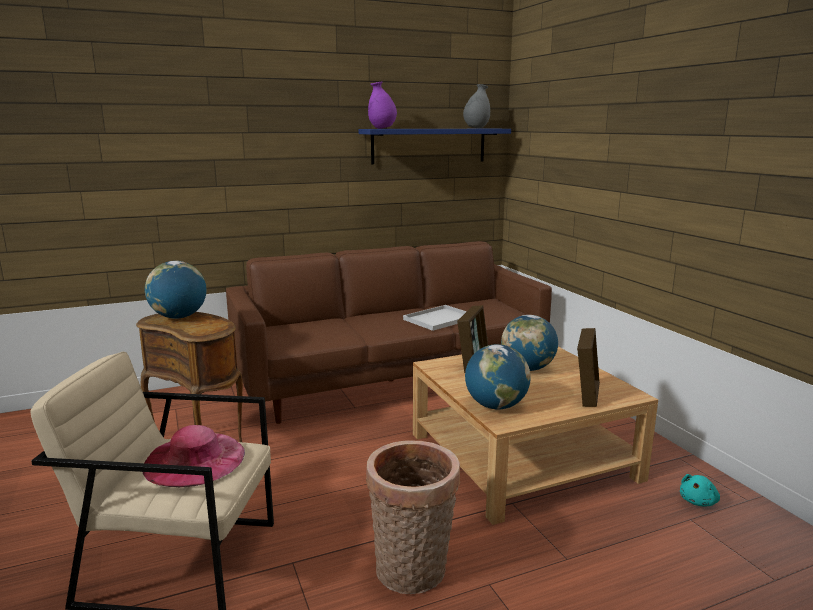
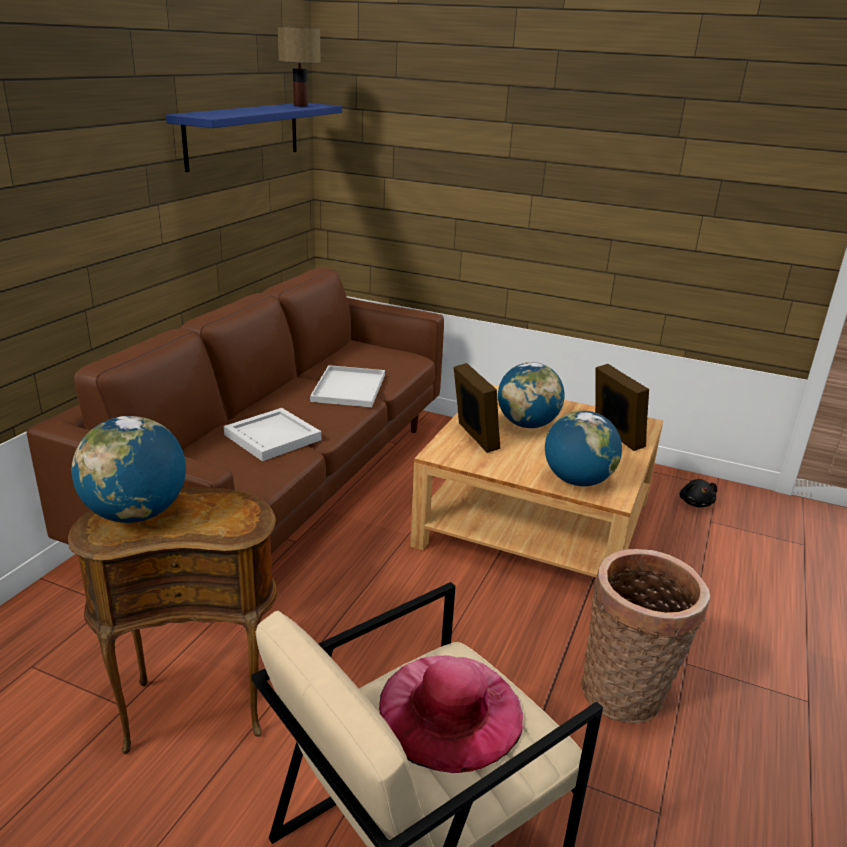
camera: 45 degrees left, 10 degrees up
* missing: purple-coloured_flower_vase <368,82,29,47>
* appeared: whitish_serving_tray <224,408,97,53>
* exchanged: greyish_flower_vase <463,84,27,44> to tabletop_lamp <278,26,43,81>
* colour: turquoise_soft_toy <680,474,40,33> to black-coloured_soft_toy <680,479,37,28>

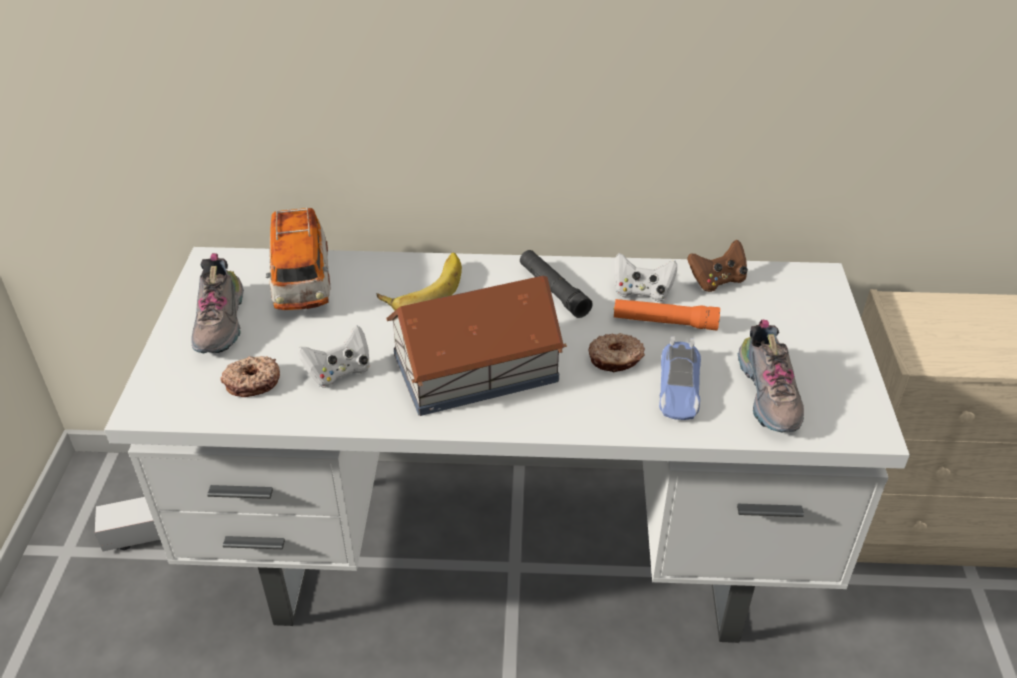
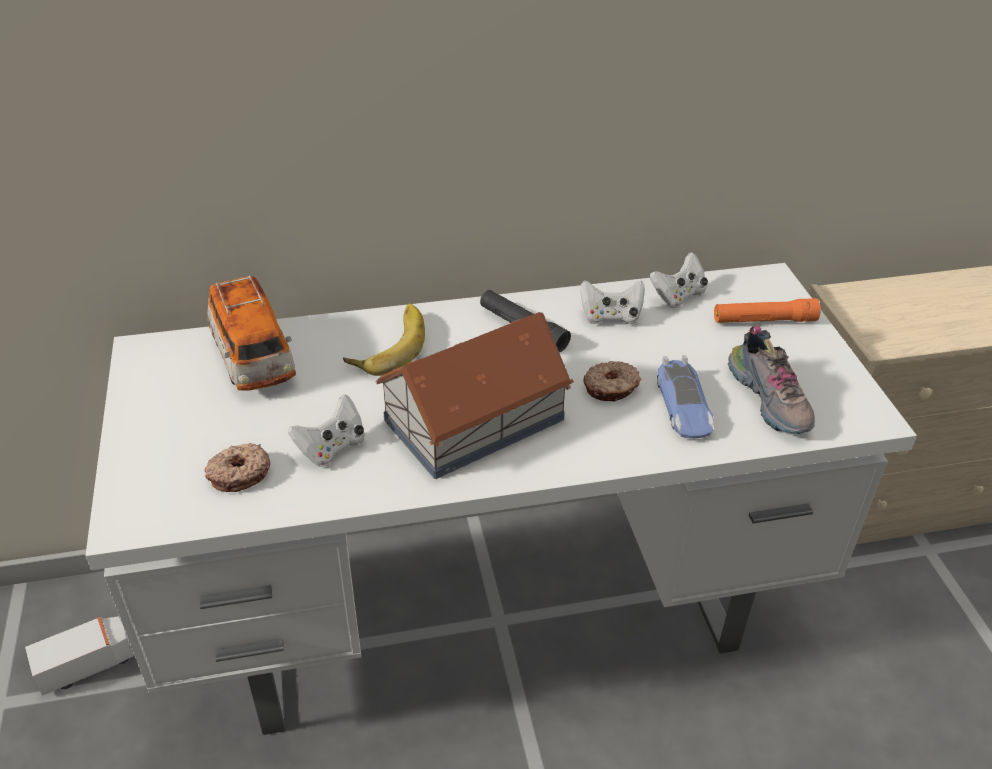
camera: 15 degrees left, 0 degrees up
* missing: item_of_footwear <191,253,53,100>
* relocated: orange-coloured_hand_torch <614,299,106,31> to <714,298,107,25>
* colour: brownish_gamepad <687,240,61,52> to whitish_gamepad <649,252,59,56>

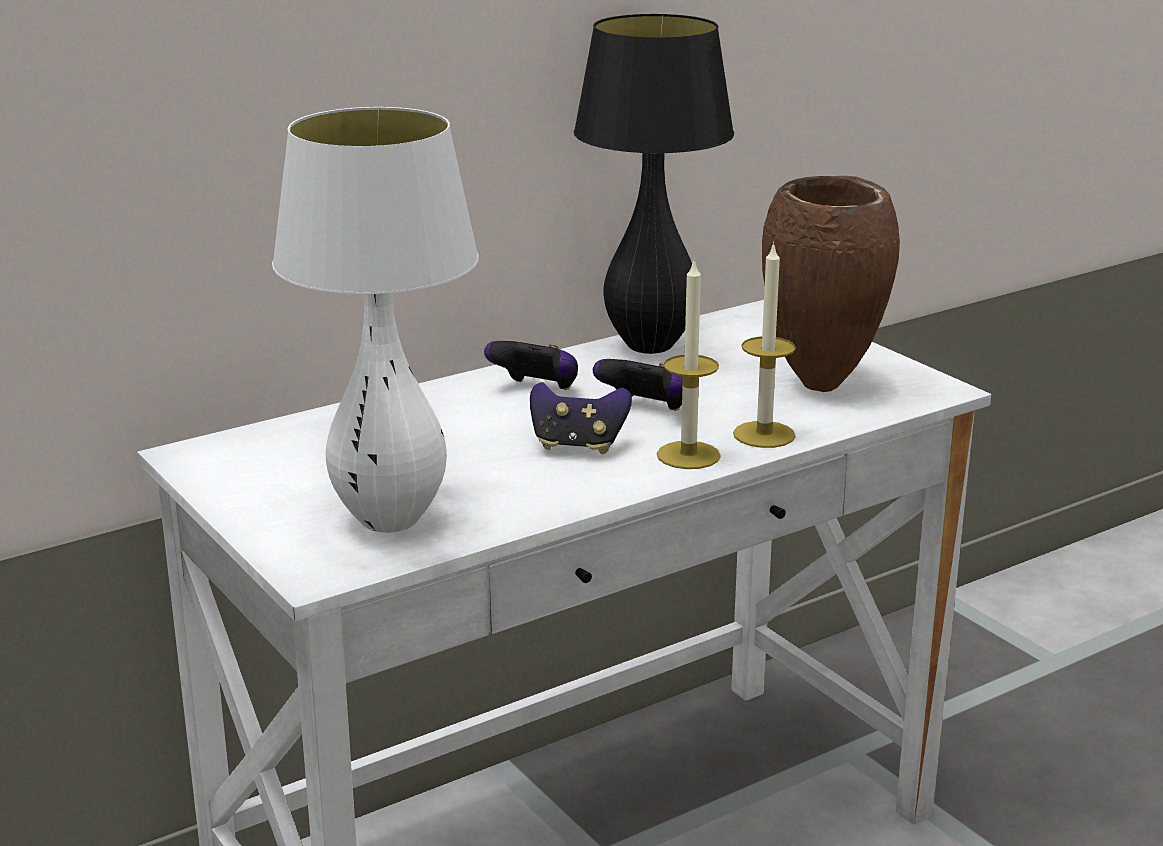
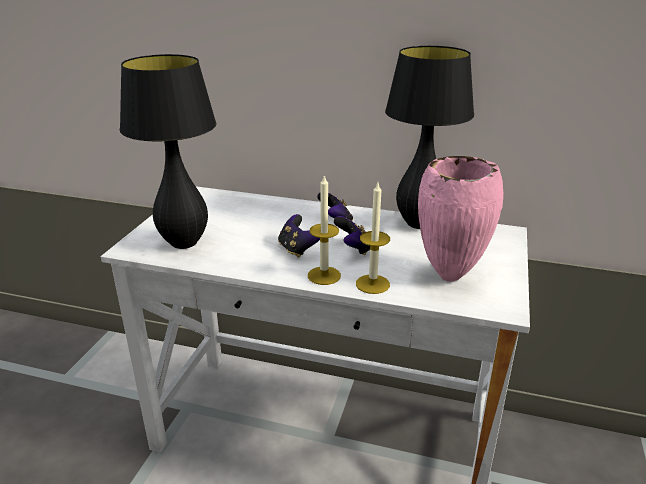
camera: 50 degrees right, 5 degrees up
* colour: whitish_tabletop_lamp <272,107,207,426> to black-coloured_tabletop_lamp <120,54,96,195>
* colour: brownish_flower_vase <762,176,138,216> to pinkish_flower_vase <418,156,86,126>

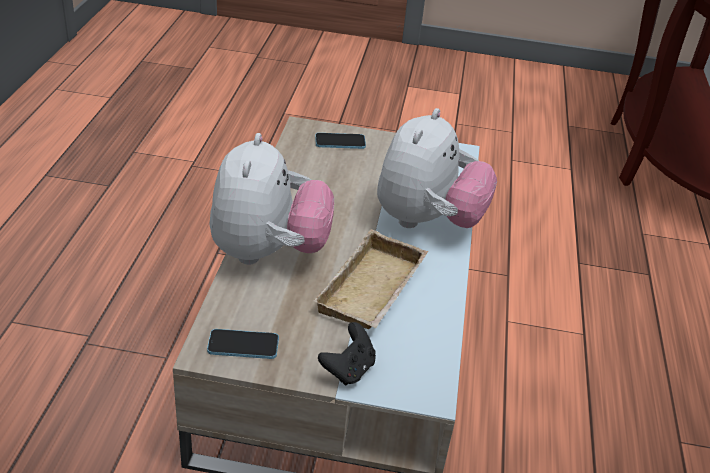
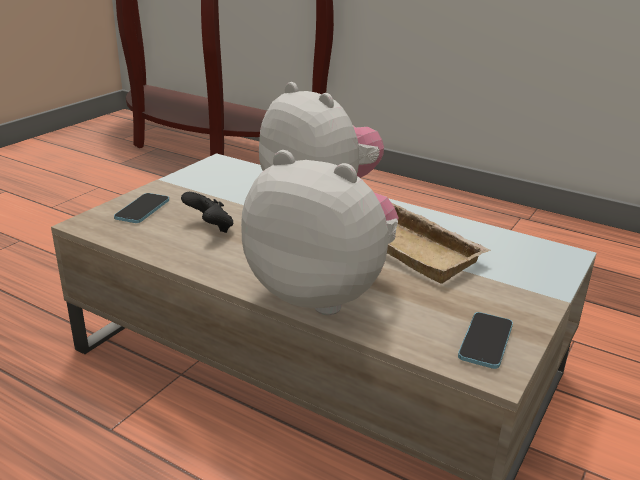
camera: 65 degrees left, 10 degrees down
* relocated: black-coloured_gamepad <318,322,58,63> to <181,192,53,41>

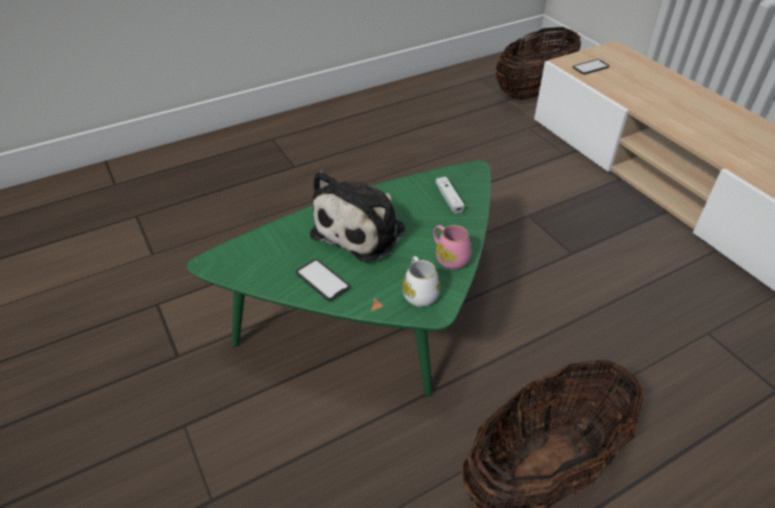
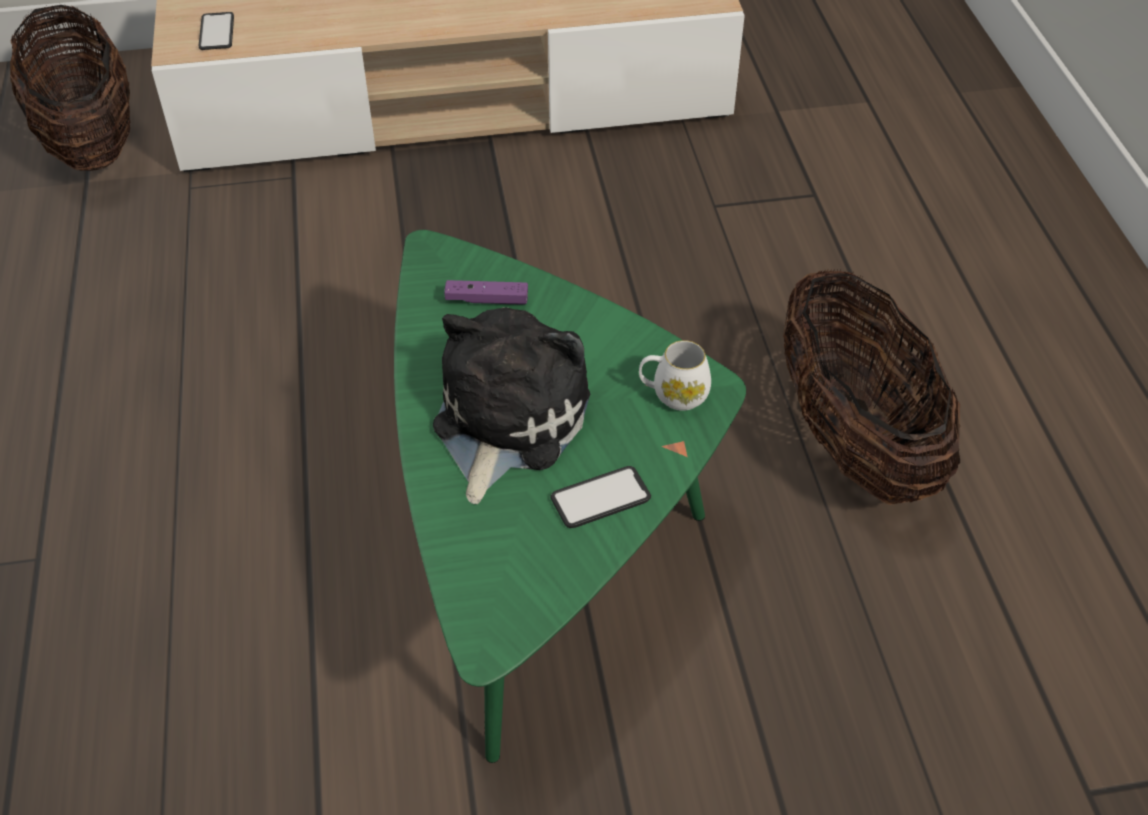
camera: 70 degrees left, 5 degrees up
* missing: pinkish_tea_mug <433,225,39,45>
* colour: whitish_gamepad <436,177,29,37> to purple-coloured_gamepad <444,280,84,25>
* spun: soft_toy <310,171,95,91> = <433,307,157,197> 120 degrees counterclockwise

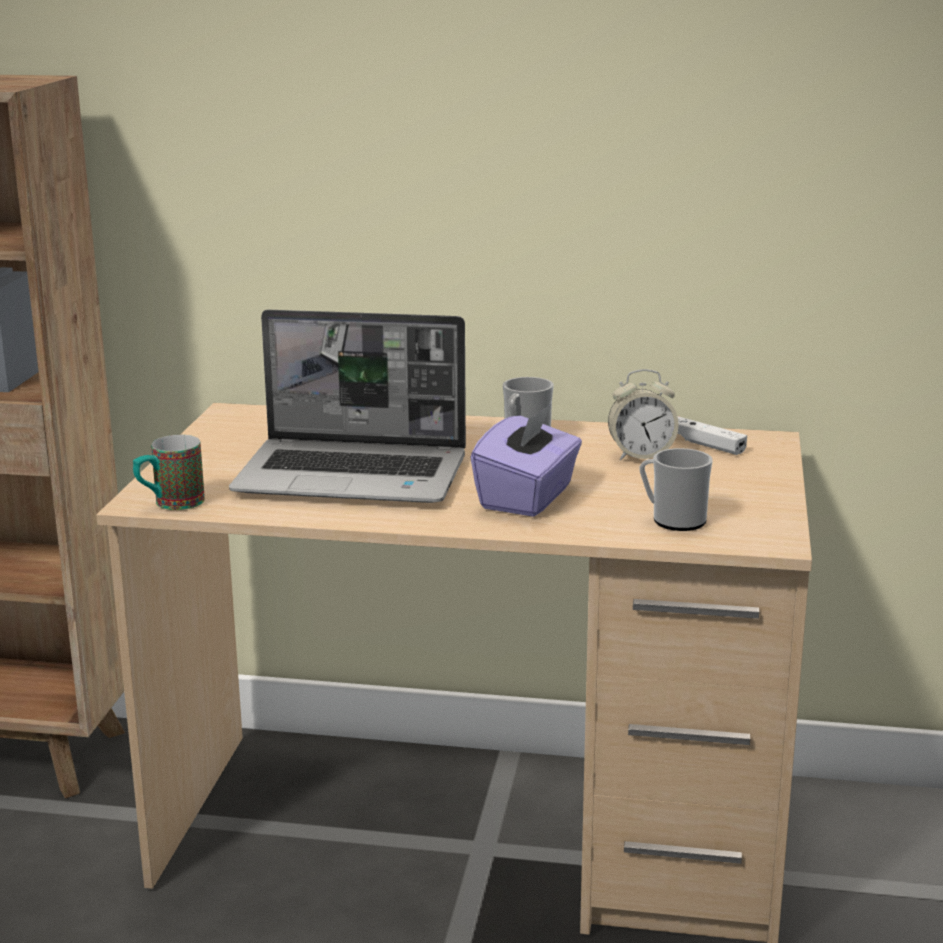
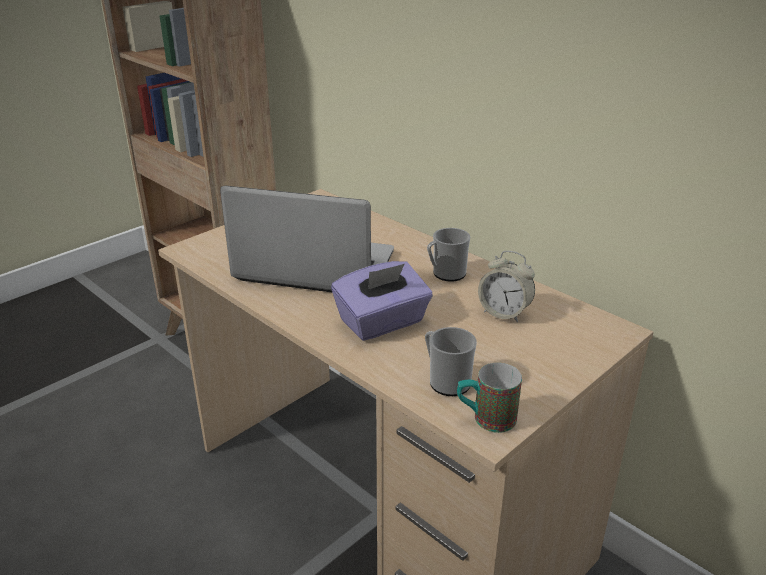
camera: 35 degrees right, 10 degrees up
* missing: whitish_gamepad <677,416,70,39>
* relocated: tea_mug <133,435,72,75> to <457,363,65,70>
* spun: laptop <229,310,237,193> = <220,185,174,107> 150 degrees clockwise

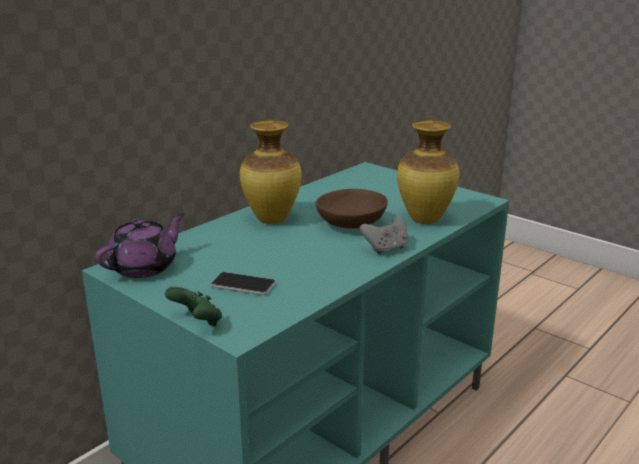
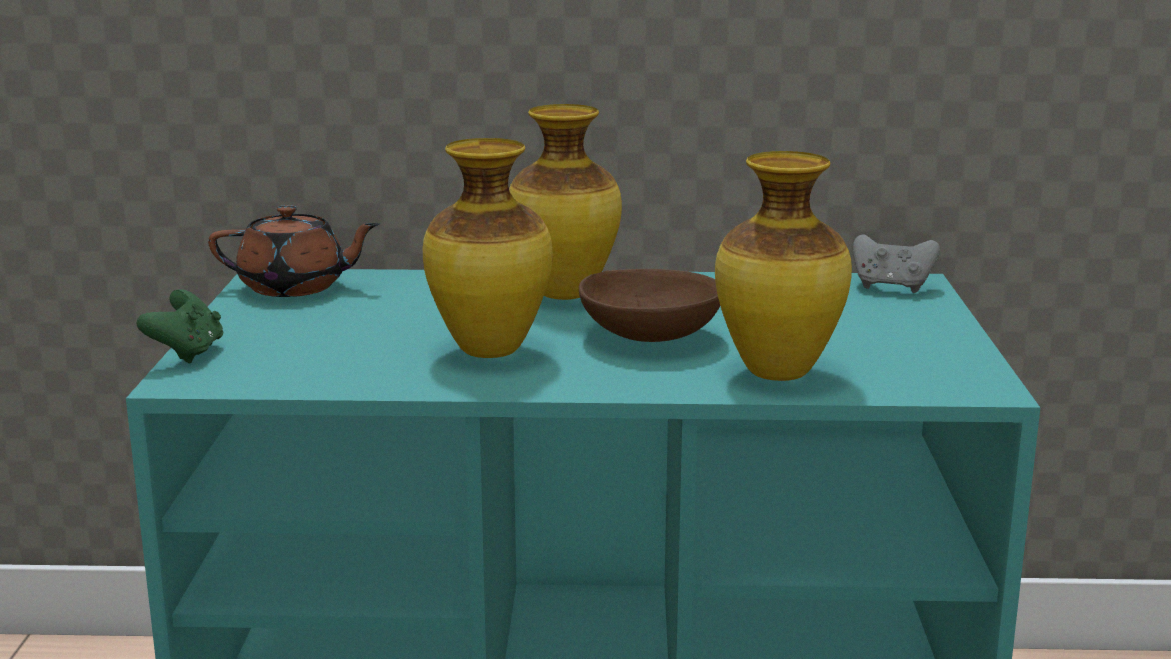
camera: 50 degrees right, 5 degrees down
* missing: phone <211,272,64,23>
* appeared: flower_vase <423,138,130,220>
* relocated: greyish_gamepad <360,216,48,39> to <853,234,87,59>
* colour: purple-coloured_tea_pot <95,213,89,65> to brownish_tea_pot <208,205,172,92>

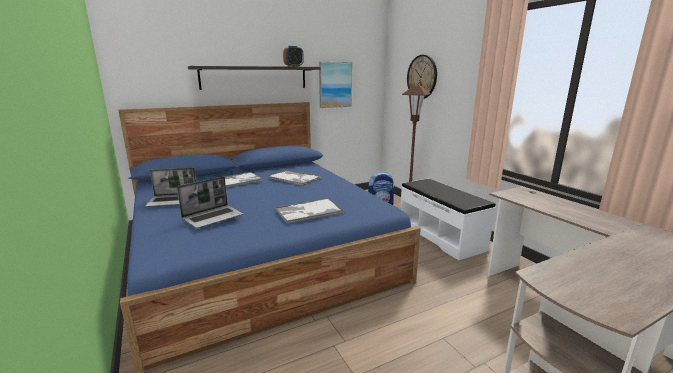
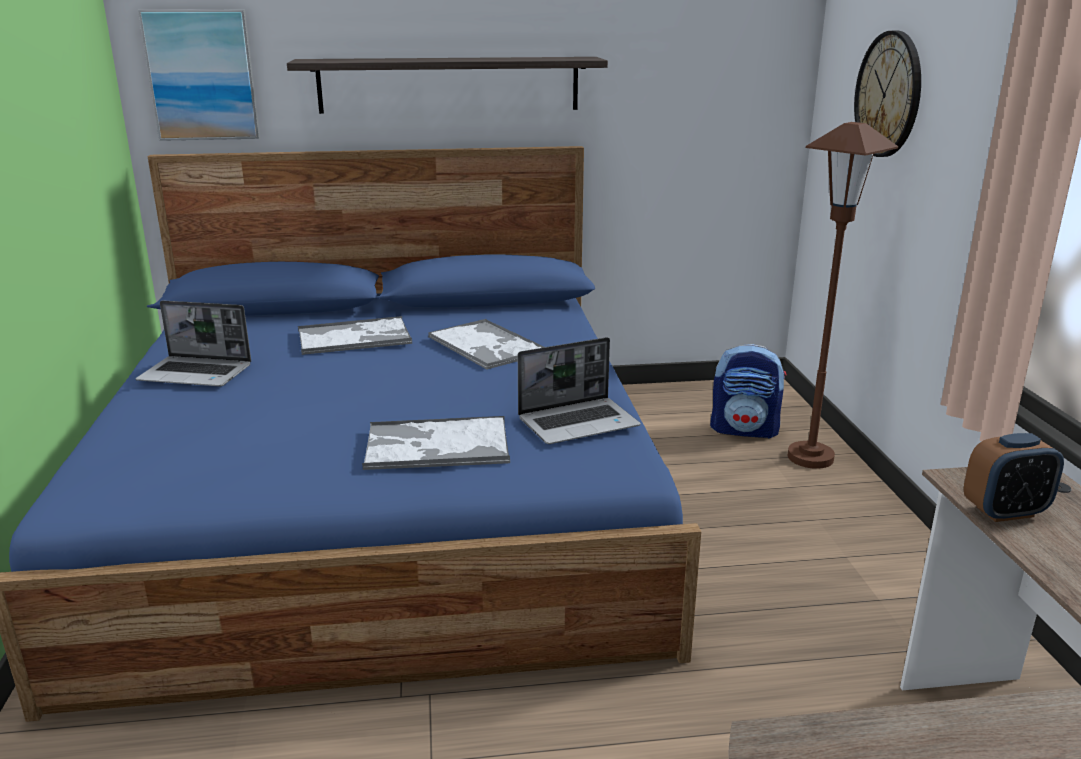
camera: 20 degrees right, 5 degrees up
* missing: whitish_bench <400,179,96,81>
* relocated: laptop <177,176,66,52> to <518,337,122,107>
* relocated: table_clock <283,46,21,21> to <964,433,100,89>
* relocated: wall_art <319,62,33,46> to <138,10,122,131>

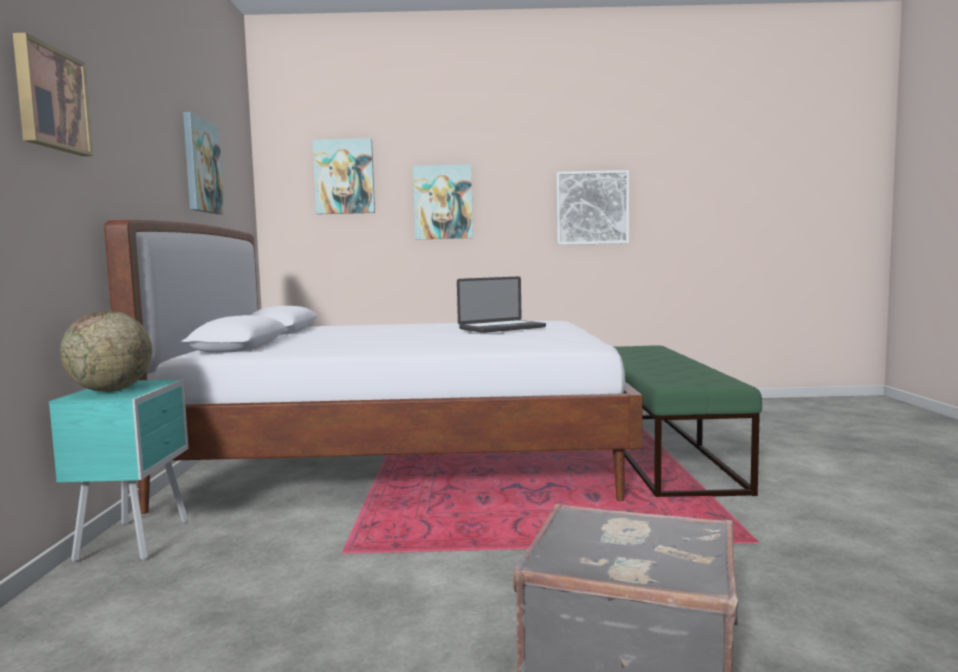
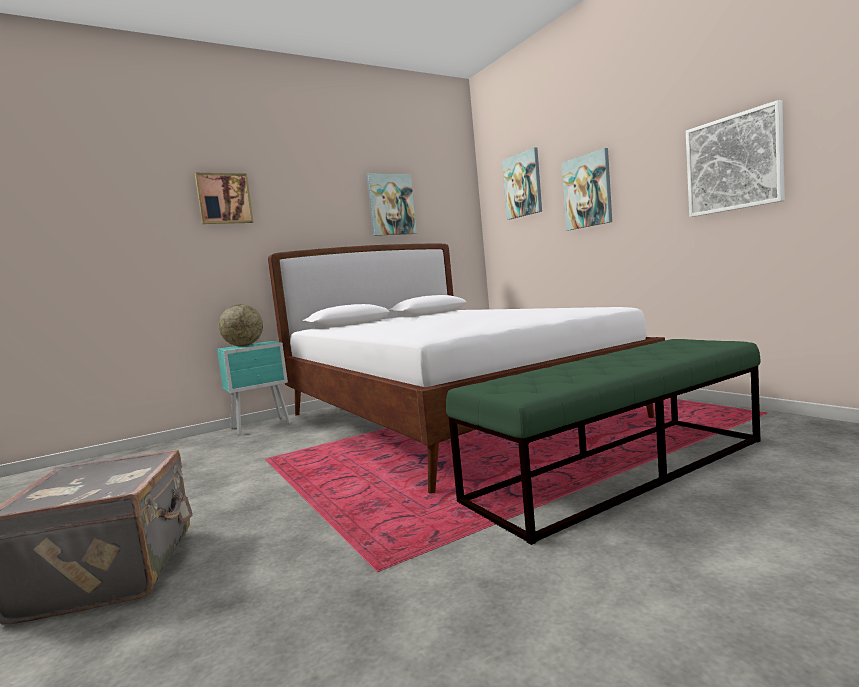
camera: 60 degrees right, 0 degrees up
* missing: laptop <457,276,89,57>

